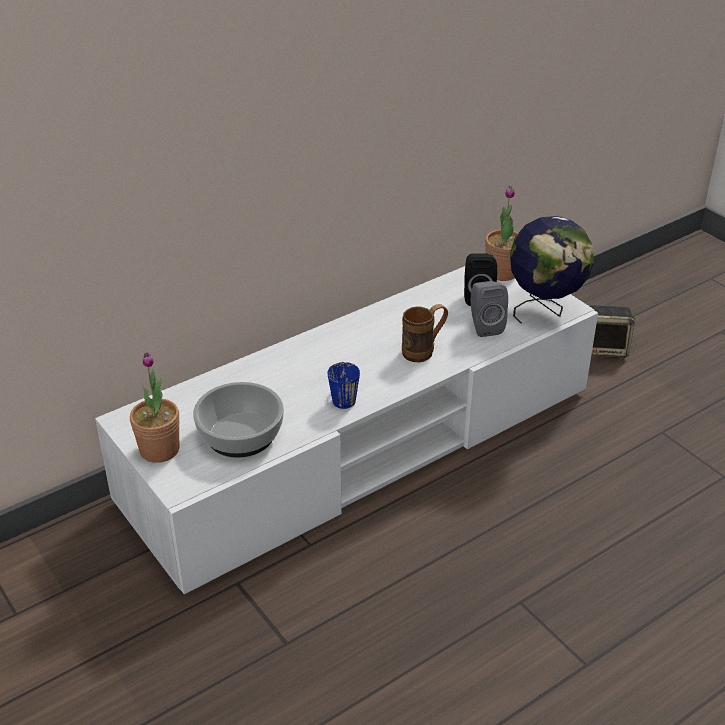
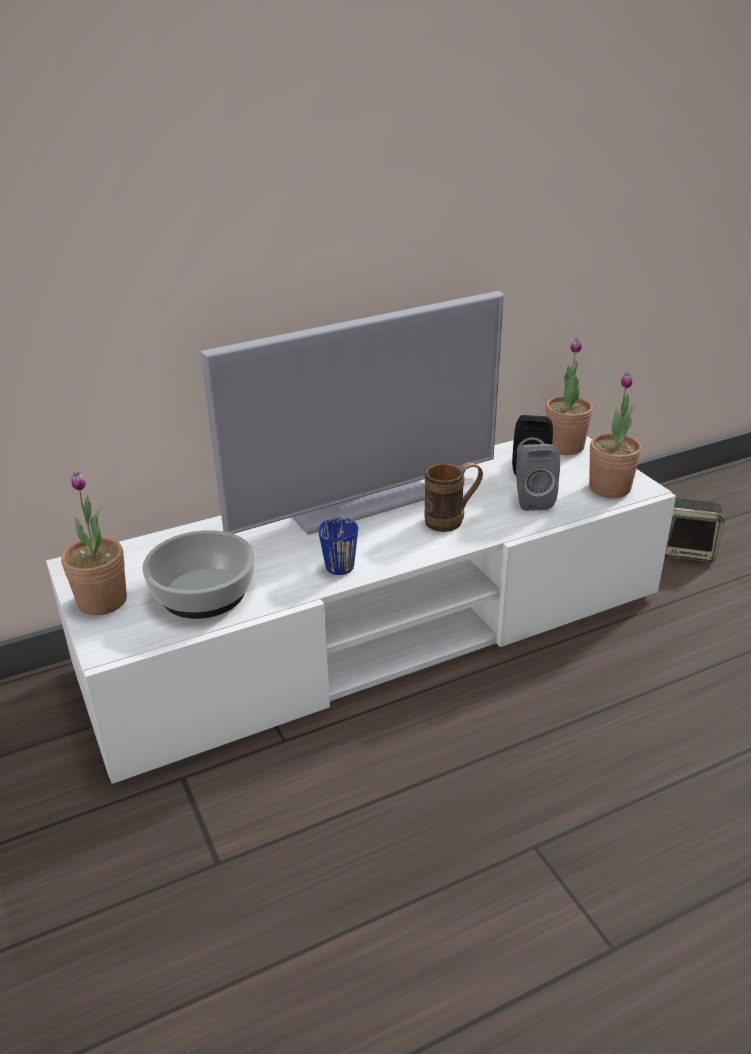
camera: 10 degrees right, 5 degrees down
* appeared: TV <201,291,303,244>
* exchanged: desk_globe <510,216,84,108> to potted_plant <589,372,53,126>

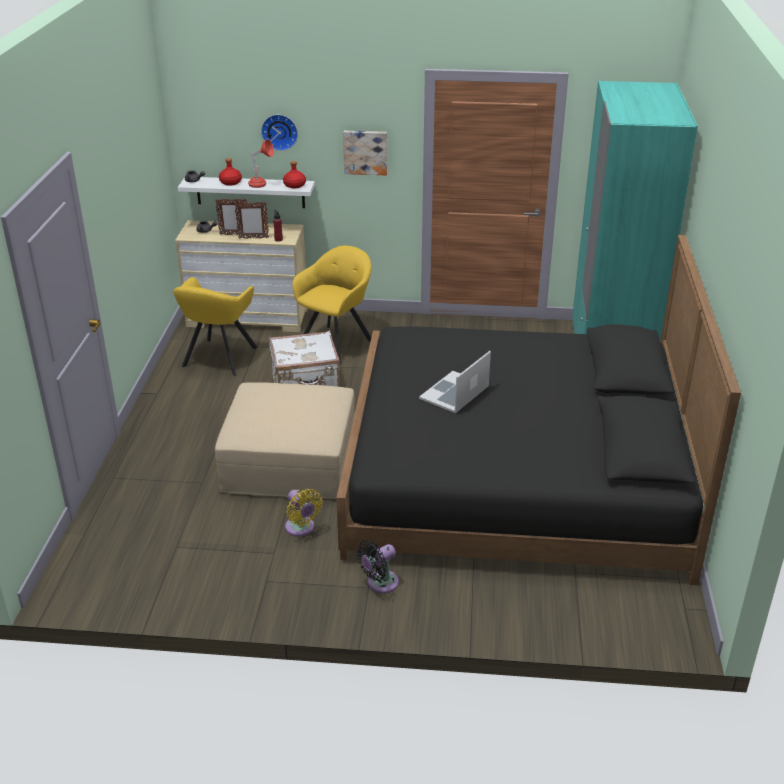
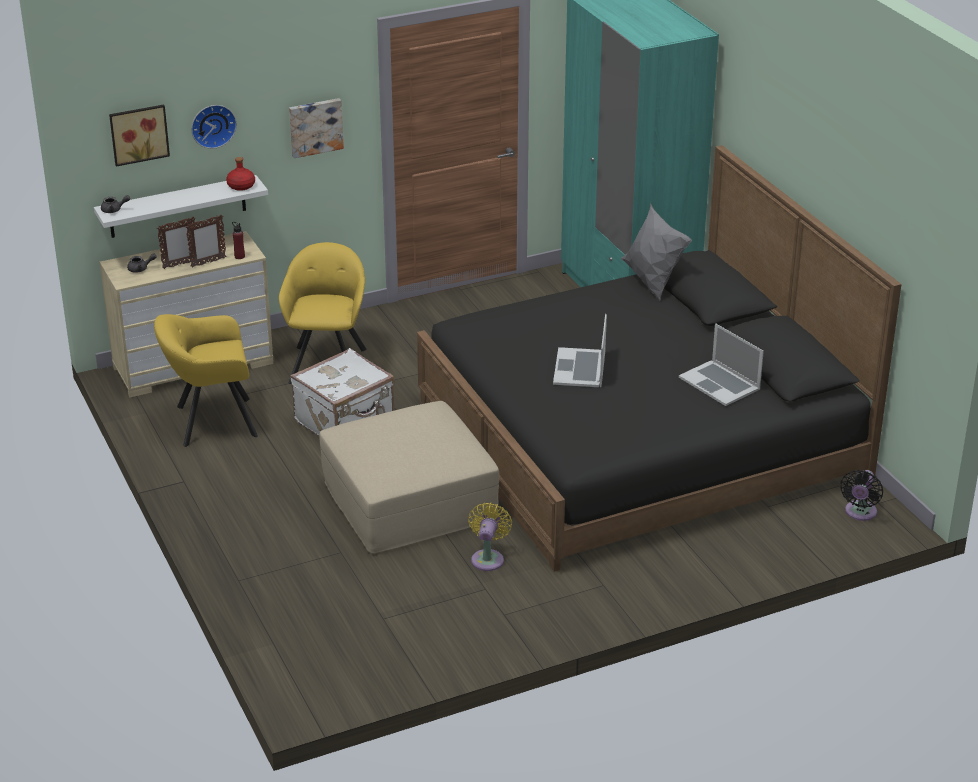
camera: 30 degrees left, 0 degrees up
* missing: red-coloured_drink_bottle <219,158,23,28>
* missing: red-coloured_tabletop_lamp <248,139,26,49>
* appeared: wall_art <109,105,61,62>
* appeared: greyish_throw_pillow <621,203,71,98>
* appeared: laptop <679,323,85,83>
* relocated: black-coloured_electric_fan <357,540,42,53> to <840,470,43,51>
* spun: yellow-coloured_easy_chair <173,277,85,99> = <154,314,104,133> 90 degrees clockwise
* spun: yellow-coloured_electric_fan <285,489,38,47> = <468,503,44,68> 105 degrees counterclockwise

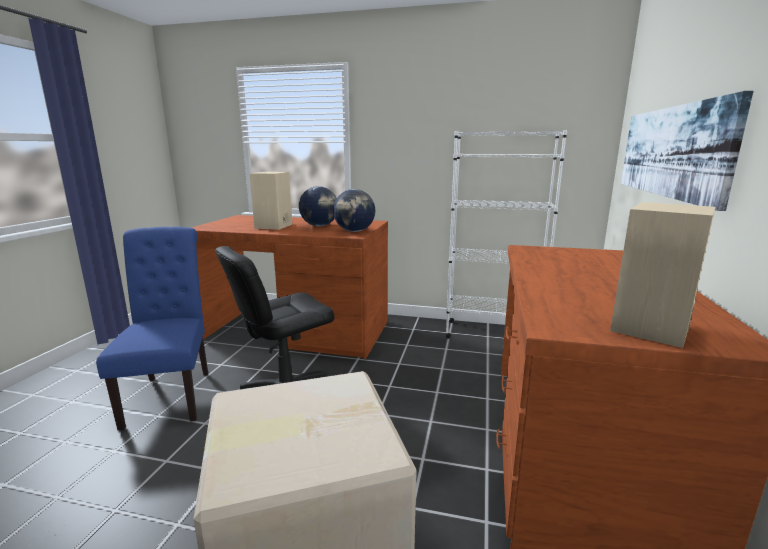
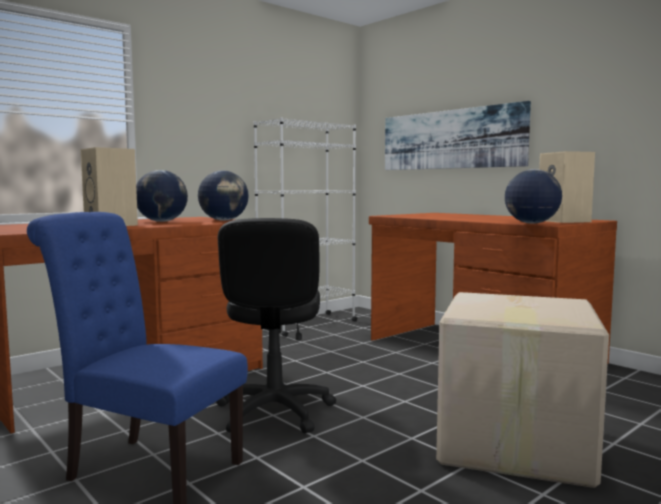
camera: 55 degrees left, 10 degrees down
* appeared: desk_globe <505,169,57,55>

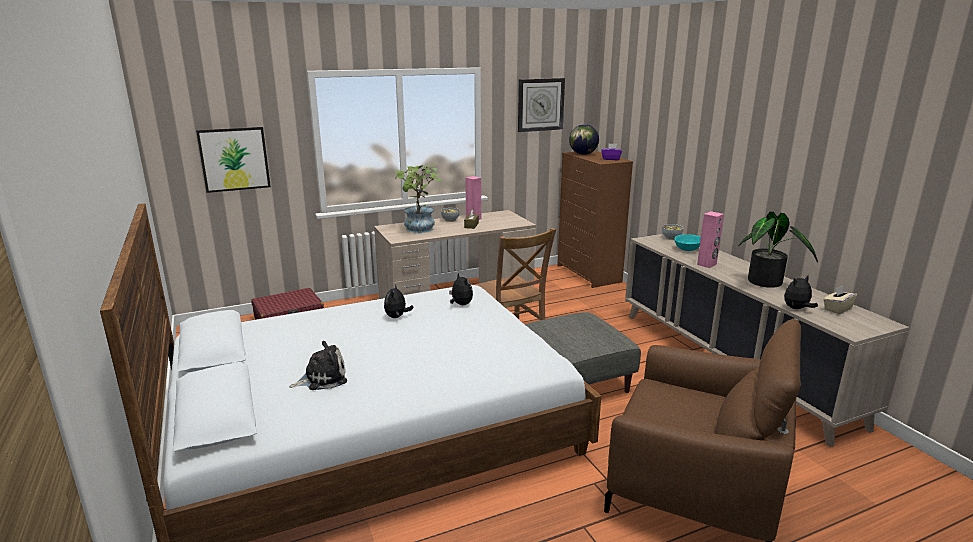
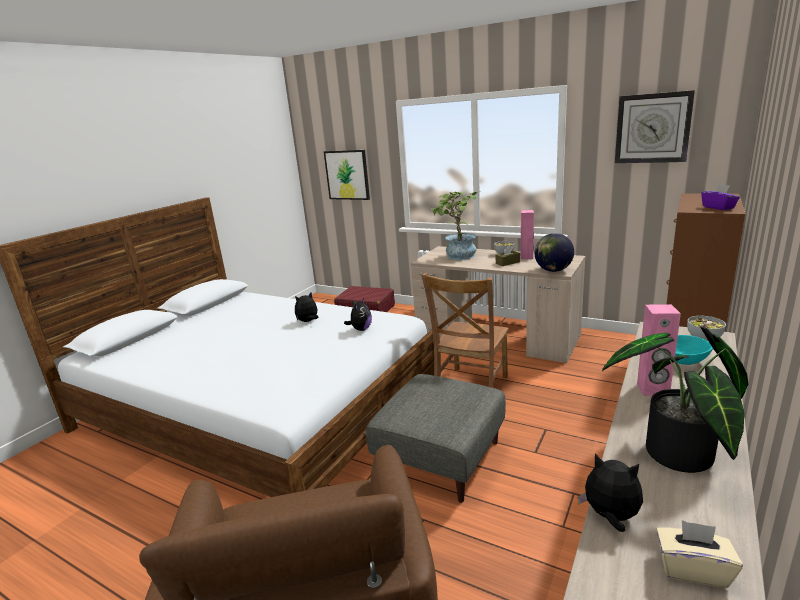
camera: 55 degrees right, 0 degrees up
* missing: soft_toy <289,341,58,49>
* relocated: desk_globe <569,124,30,31> to <534,233,40,39>

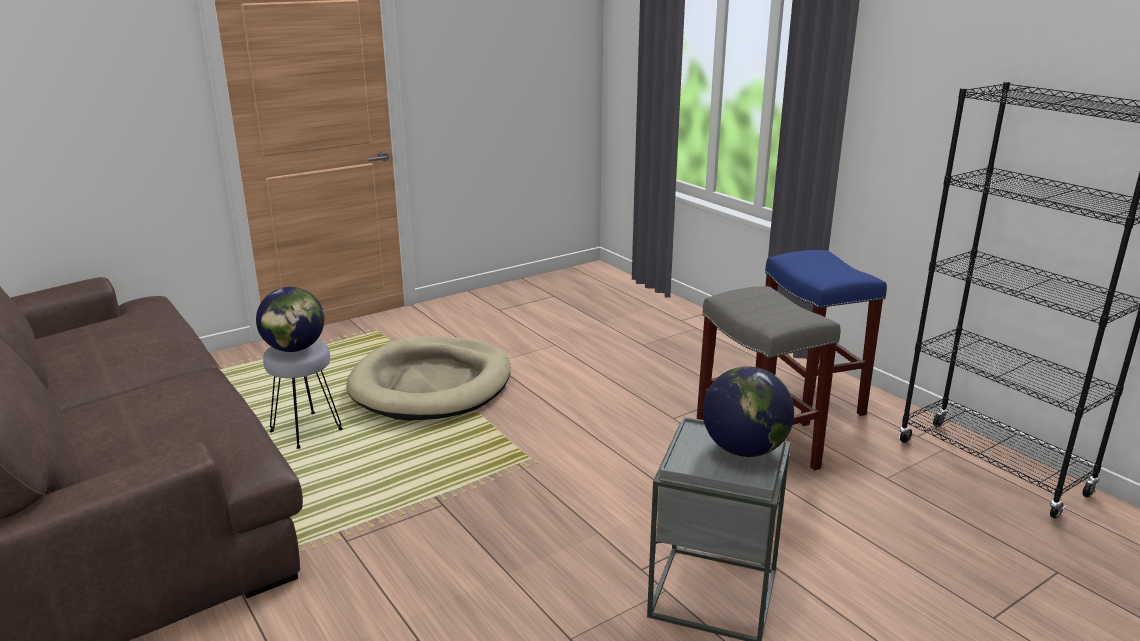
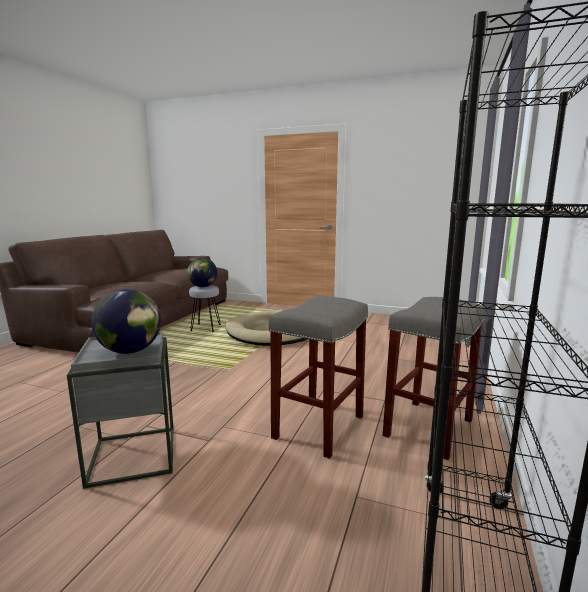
camera: 55 degrees right, 10 degrees down
* colour: blue_stool <765,250,122,176> to greyish_stool <383,297,102,163>

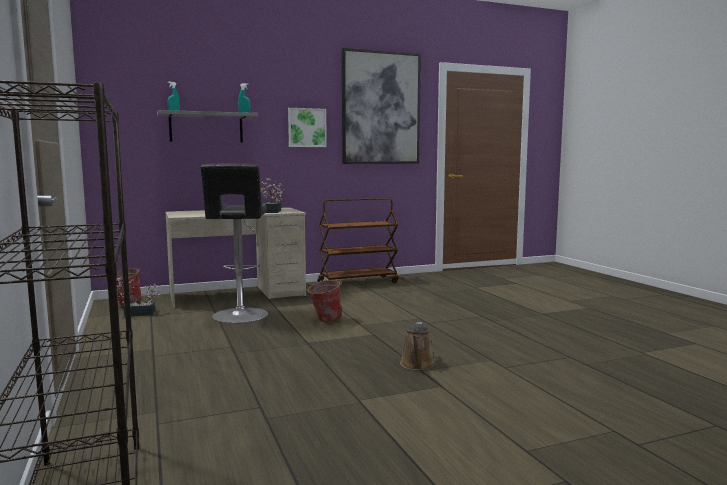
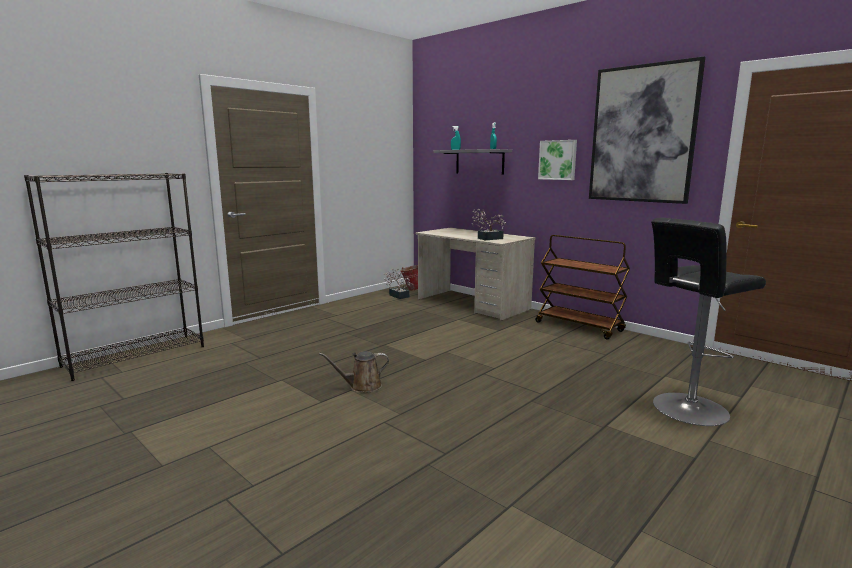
camera: 65 degrees right, 5 degrees up
* missing: pail <306,280,36,42>
* relocated: black-coloured_stool <201,163,67,160> to <651,218,115,208>

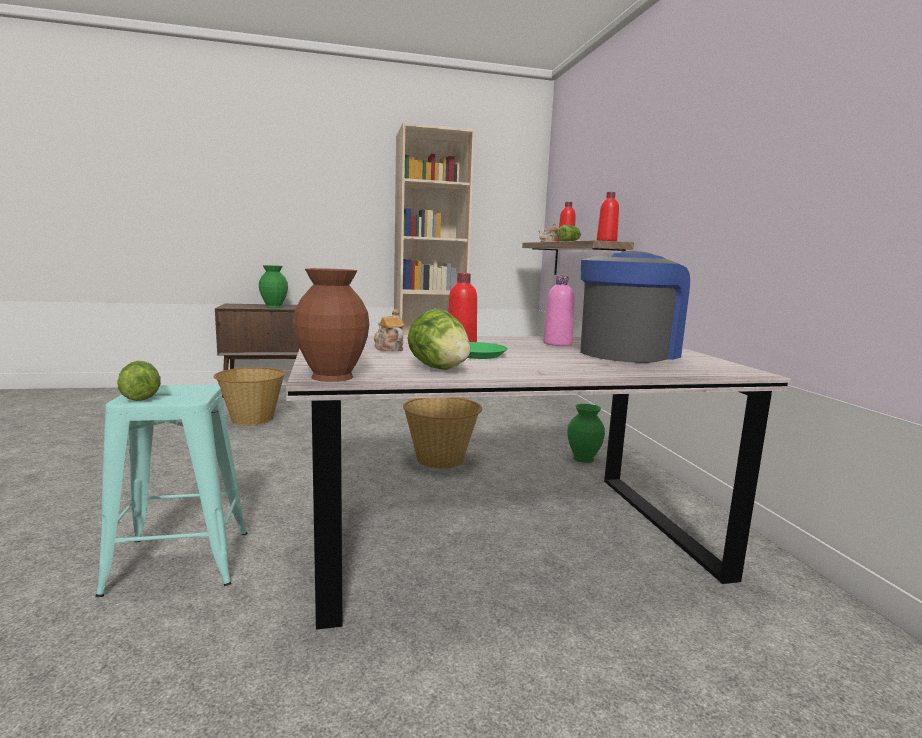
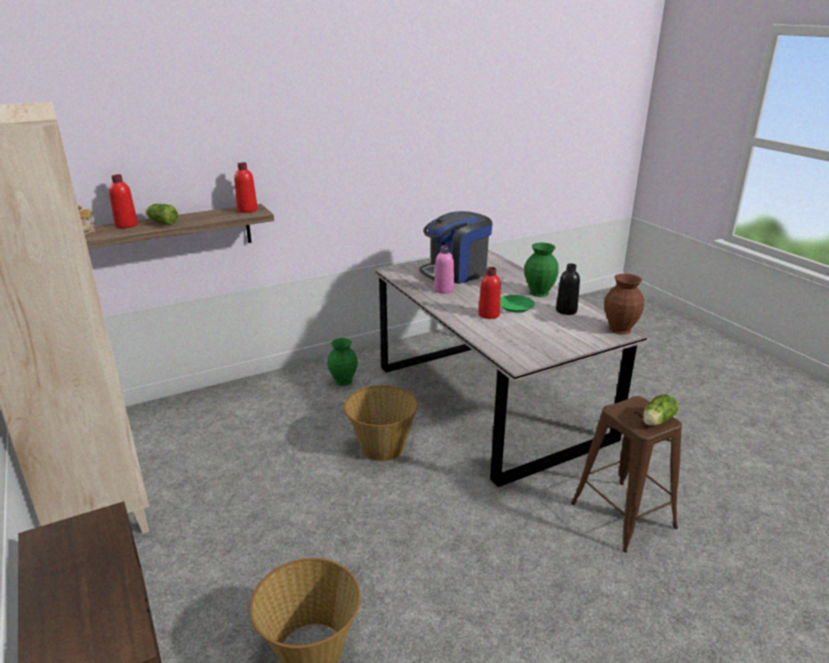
camera: 105 degrees left, 15 degrees up
* missing: tea_pot <374,309,31,42>
* relocated: greenish_flower_vase <259,265,29,43> to <524,243,35,54>
* exchanged: lettuce <407,308,64,62> to black-coloured_drink_bottle <556,263,24,52>
* colour: turquoise_stool <96,384,151,213> to brownish_stool <571,396,111,156>
* spun: coffee_maker <580,251,110,112> = <420,211,72,73> 60 degrees counterclockwise

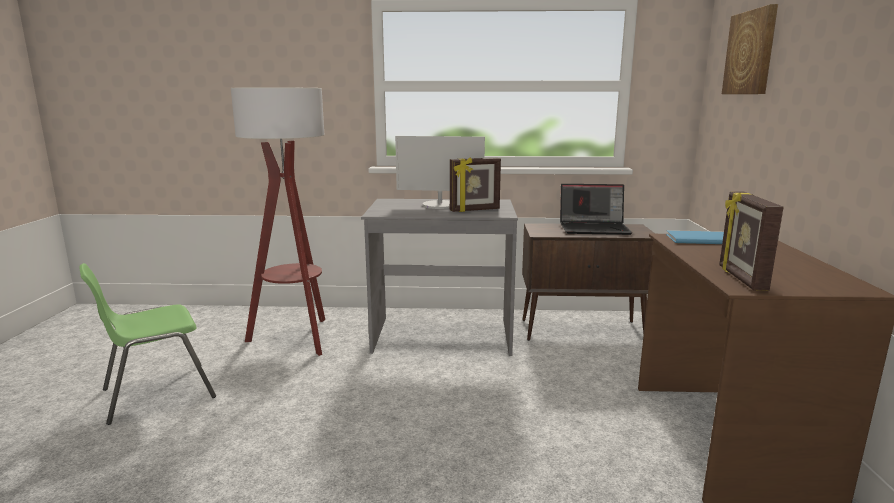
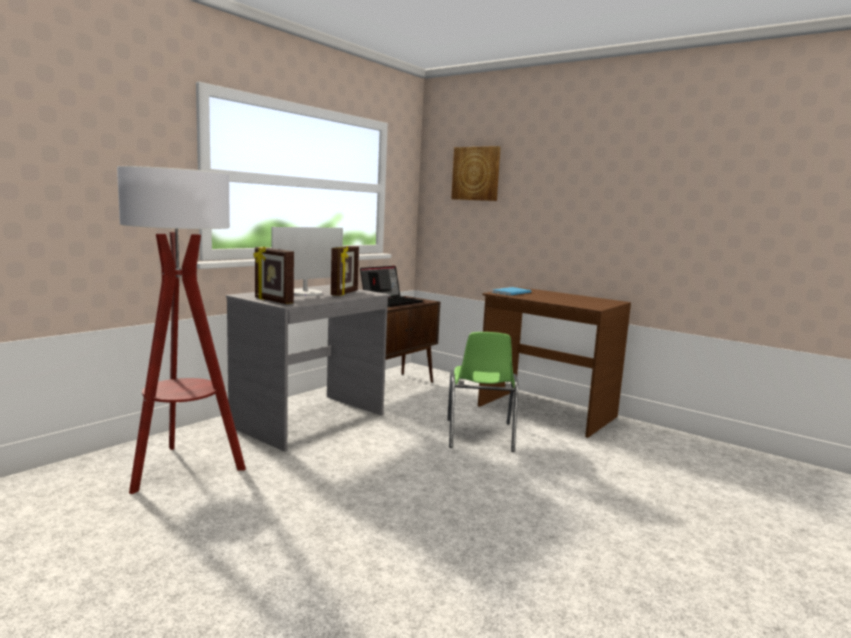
camera: 55 degrees left, 5 degrees down
* relocated: greenish_upright_chair <80,263,136,162> to <447,332,71,120>
* relocated: standing_frame <719,191,65,100> to <253,246,41,58>

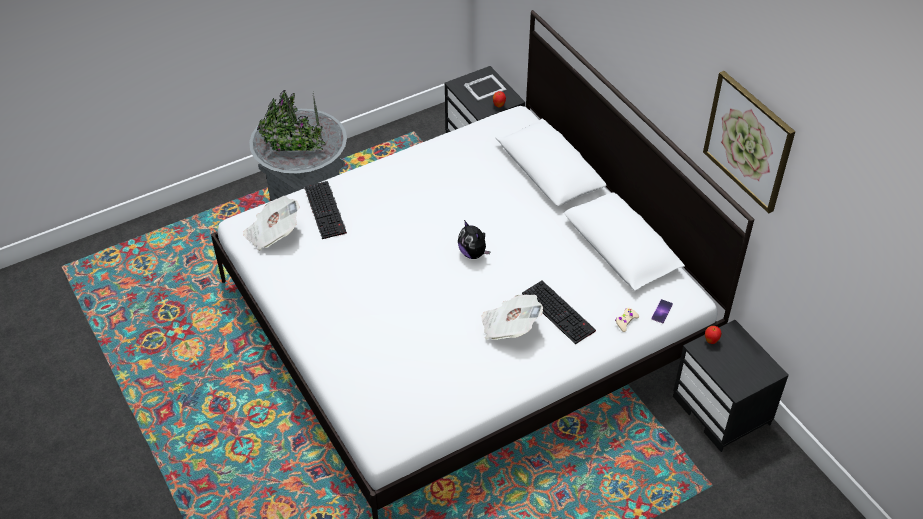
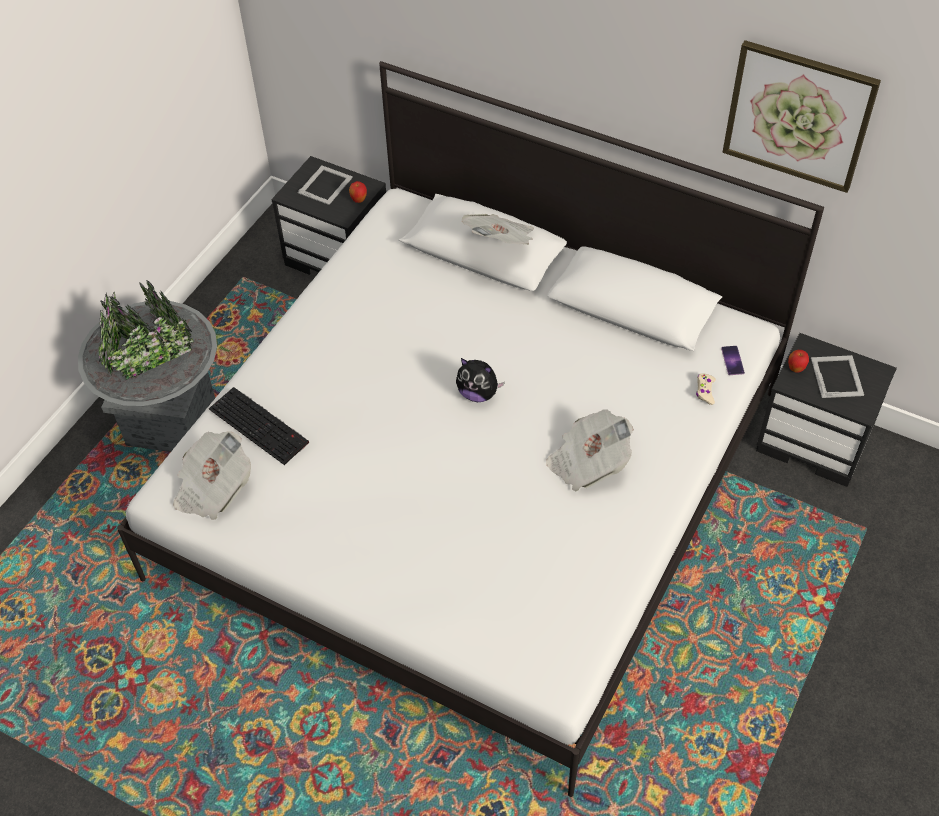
camera: 30 degrees left, 5 degrees up
* missing: PC_keyboard <522,281,74,63>
* appeared: newspaper <462,214,72,31>
* appeared: standing_frame <811,355,53,43>

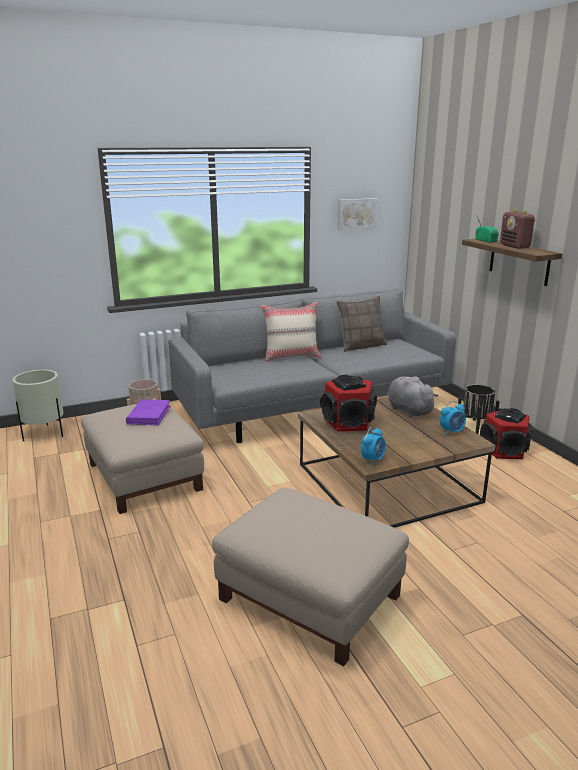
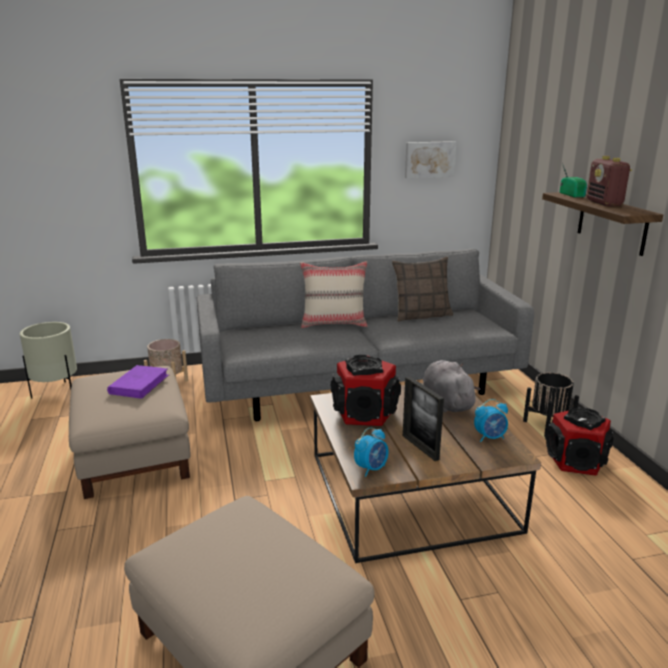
camera: 10 degrees right, 0 degrees up
* appeared: standing_frame <403,376,41,85>

